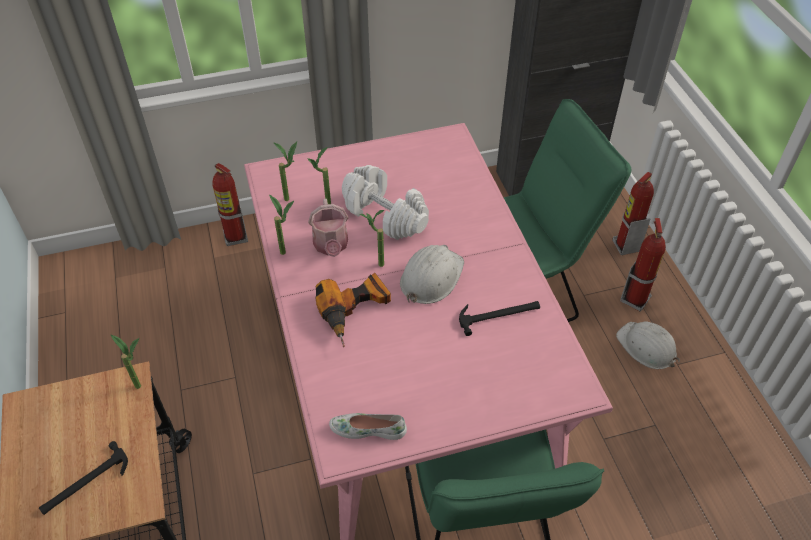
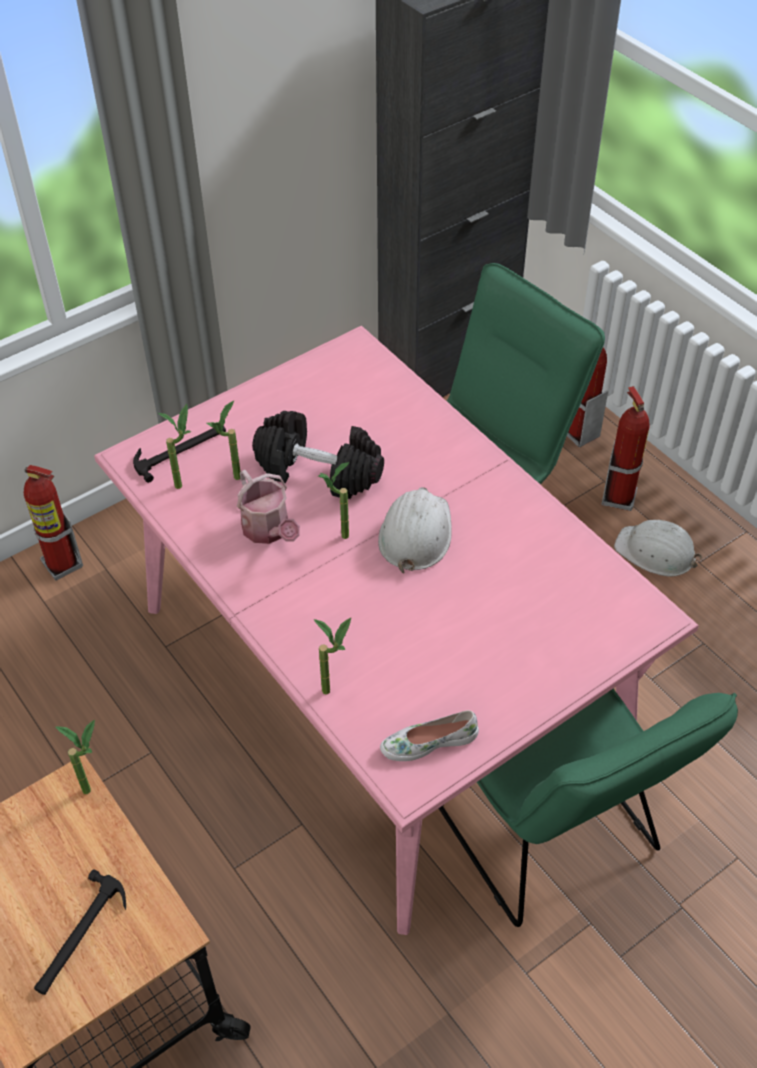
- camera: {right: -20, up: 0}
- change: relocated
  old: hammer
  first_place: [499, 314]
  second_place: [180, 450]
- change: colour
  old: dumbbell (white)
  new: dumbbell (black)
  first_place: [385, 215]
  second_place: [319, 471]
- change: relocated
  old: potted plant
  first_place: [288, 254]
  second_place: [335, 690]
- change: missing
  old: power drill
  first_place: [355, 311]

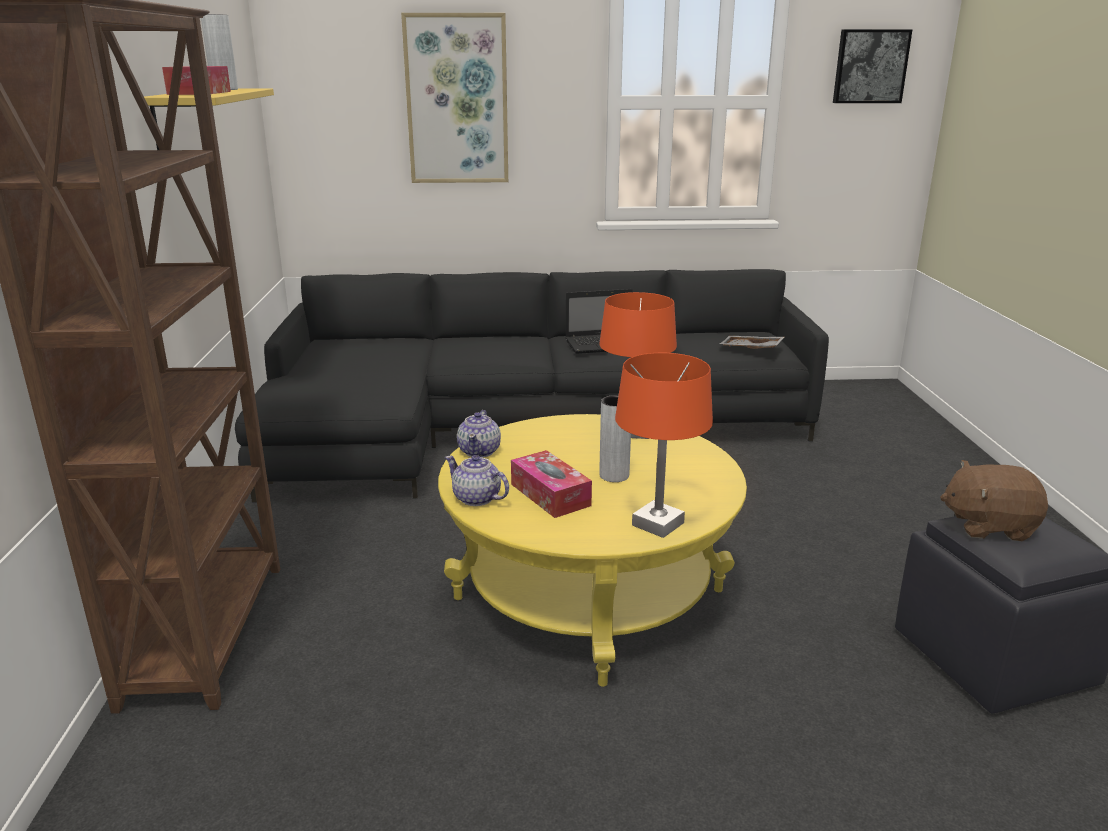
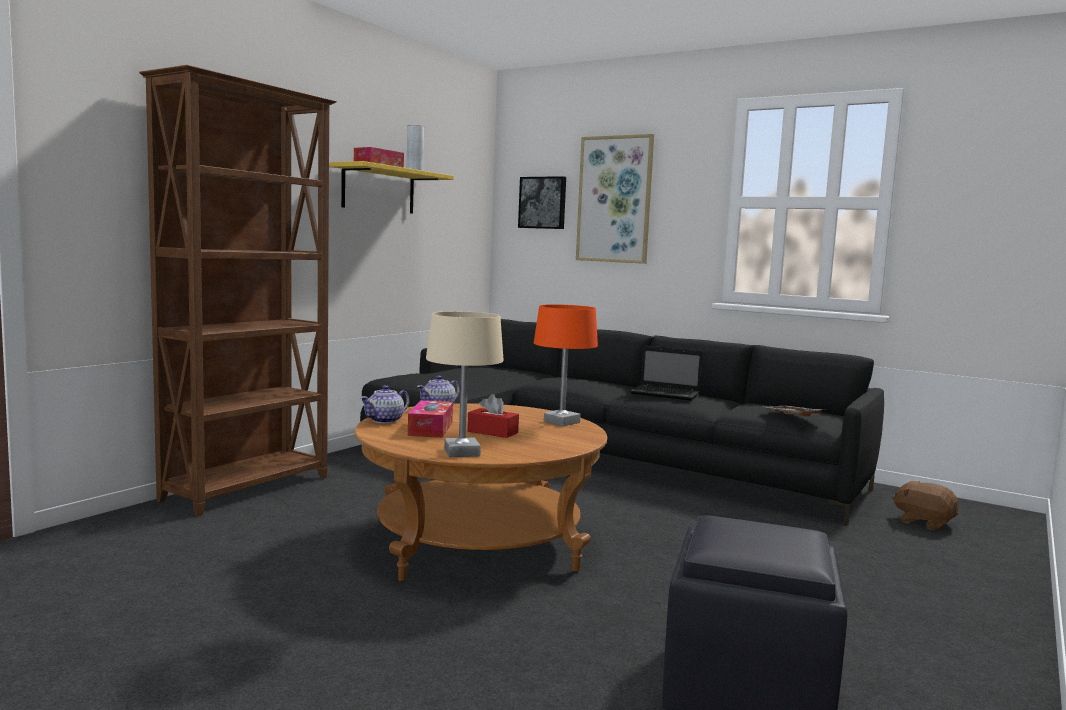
- camera: {right: 35, up: -15}
- change: colour
  old: coffee table (yellow)
  new: coffee table (brown)
  first_place: [589, 594]
  second_place: [479, 542]
- change: spun
  old: teapot
  first_place: [477, 498]
  second_place: [385, 420]
  degrees: -120
- change: colour
  old: table lamp (orange)
  new: table lamp (beige)
  first_place: [657, 524]
  second_place: [461, 452]
- change: exchanged
  old: vase (grey)
  new: tissue box (red)
  first_place: [614, 475]
  second_place: [492, 432]
- change: relocated
  old: picture
  first_place: [870, 66]
  second_place: [543, 203]
- change: relocated
  old: plush toy (brown)
  first_place: [988, 525]
  second_place: [924, 522]

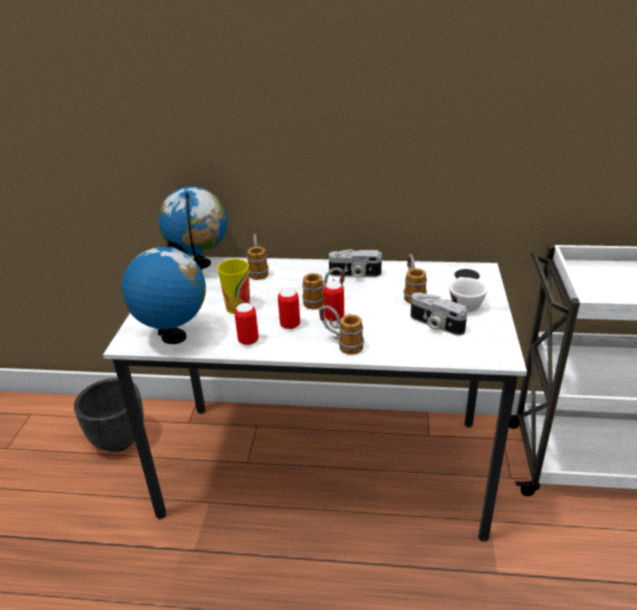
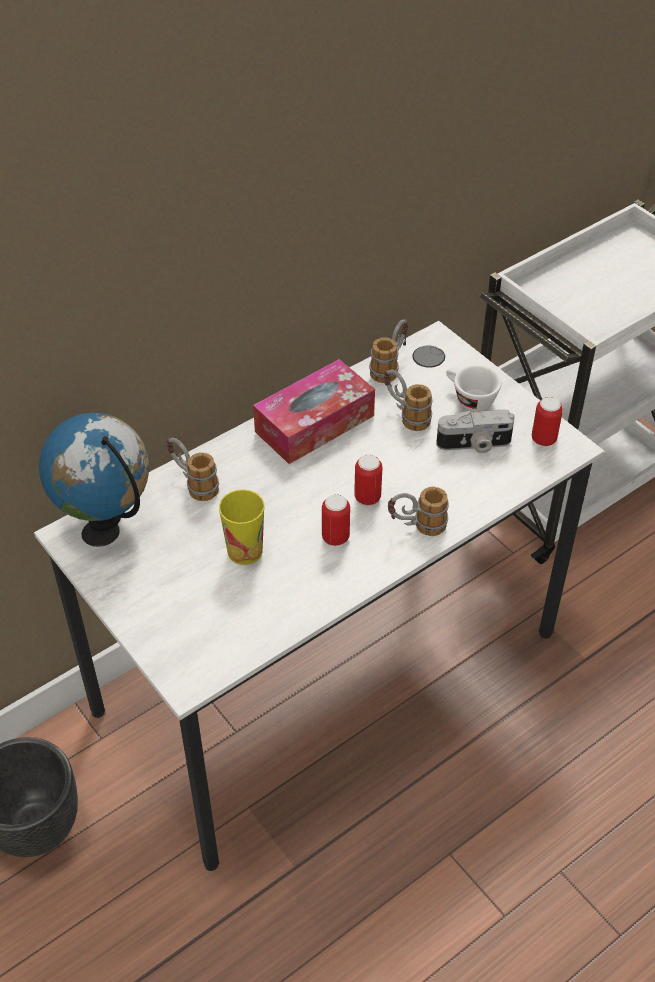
- camera: {right: -45, up: 15}
- change: exchanged
  old: photo camera
  new: tissue box
  first_place: [355, 274]
  second_place: [314, 423]
- change: relocated
  old: mug
  first_place: [324, 302]
  second_place: [390, 366]
- change: relocated
  old: can
  first_place: [248, 341]
  second_place: [543, 439]
- change: missing
  old: globe
  first_place: [173, 337]

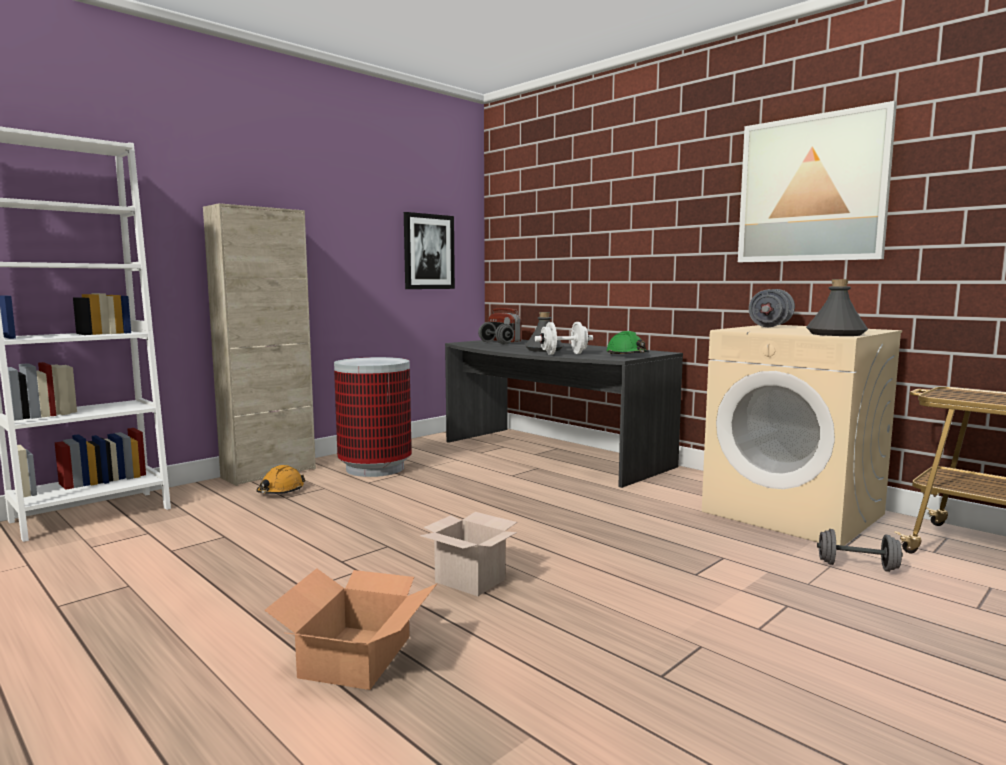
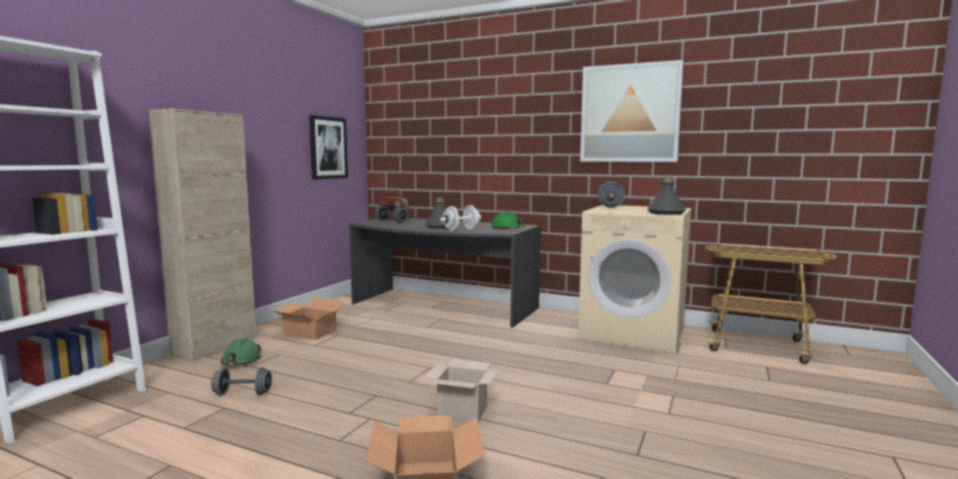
- camera: {right: -20, up: 0}
- change: relocated
  old: dumbbell (grey)
  first_place: [857, 566]
  second_place: [242, 393]
- change: colour
  old: hard hat (orange)
  new: hard hat (green)
  first_place: [280, 491]
  second_place: [241, 361]
- change: exchanged
  old: trash can
  new: cardboard box
  first_place: [375, 468]
  second_place: [310, 332]

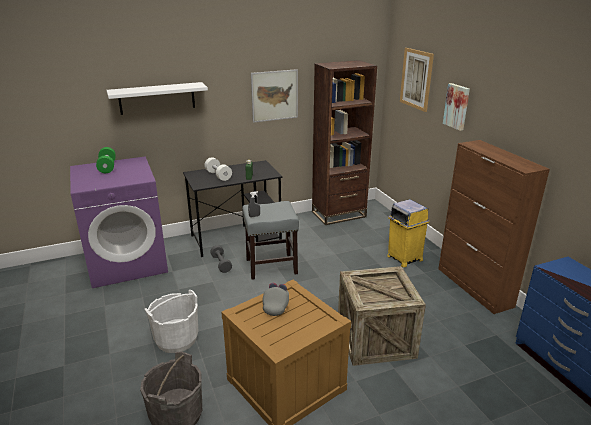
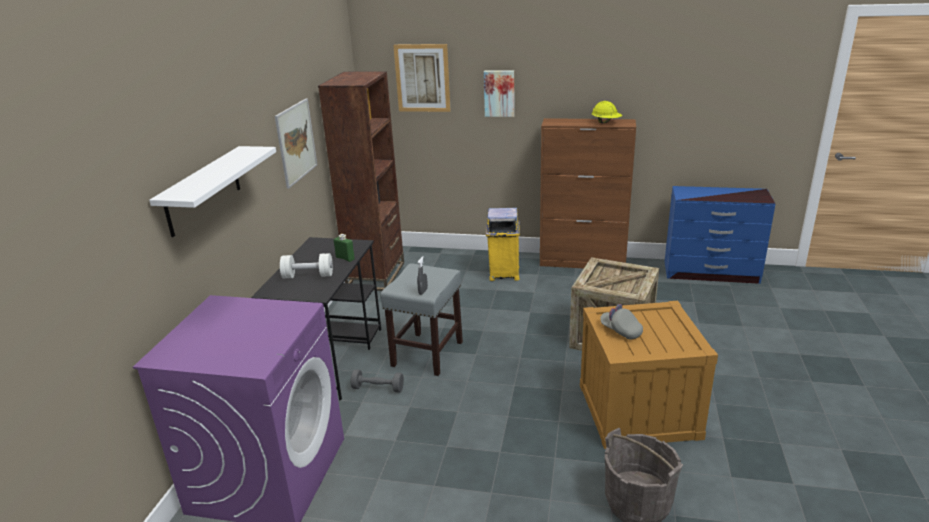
- camera: {right: -55, up: 0}
- change: appeared
  new: hard hat (yellow)
  second_place: [606, 122]
- change: missing
  old: dumbbell (green)
  first_place: [107, 167]
- change: missing
  old: bucket (white)
  first_place: [176, 339]

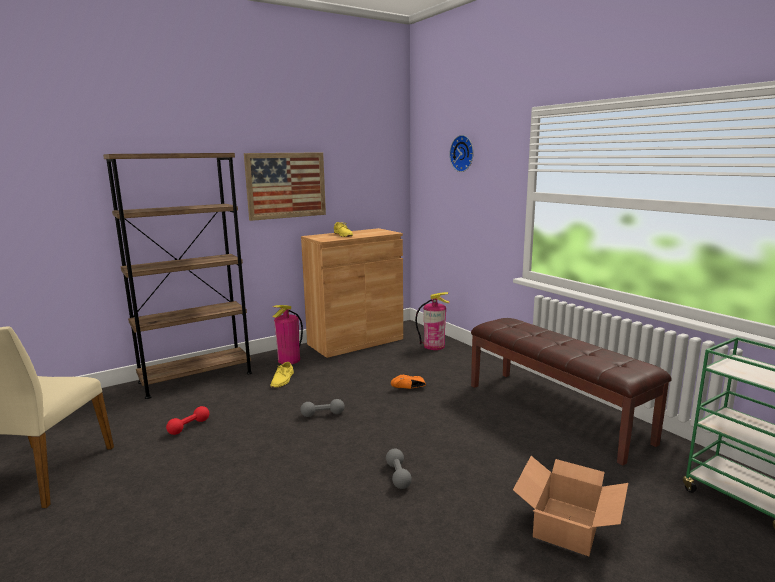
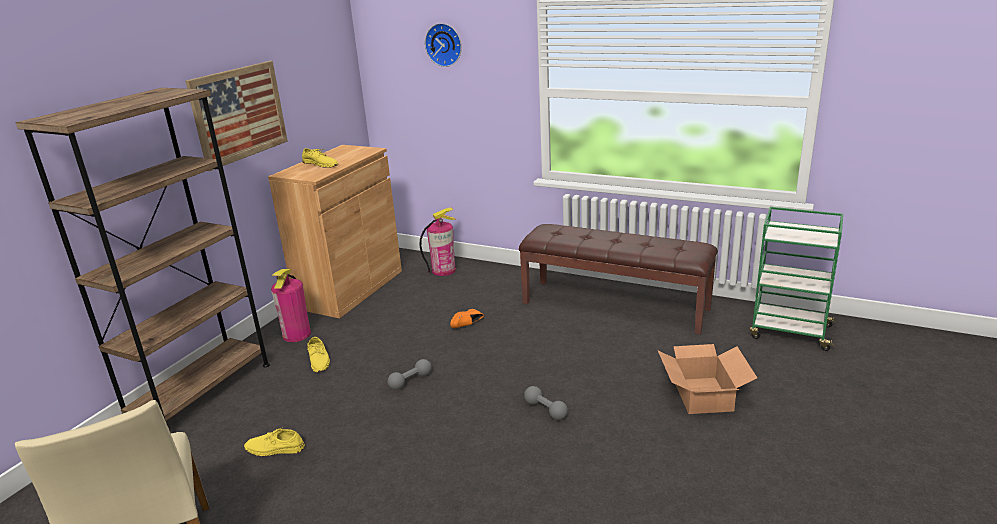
- camera: {right: -30, up: 10}
- change: exchanged
  old: dumbbell (red)
  new: shoe (yellow)
  first_place: [189, 427]
  second_place: [274, 449]

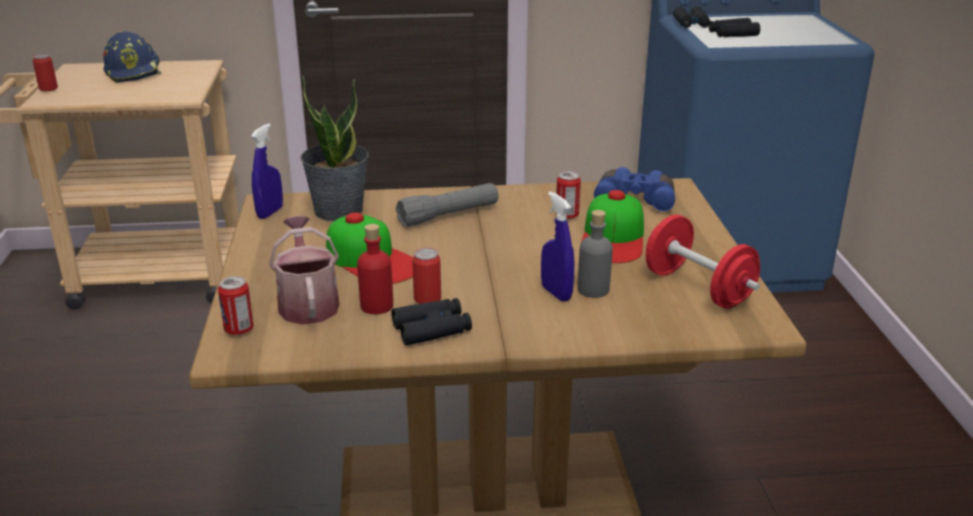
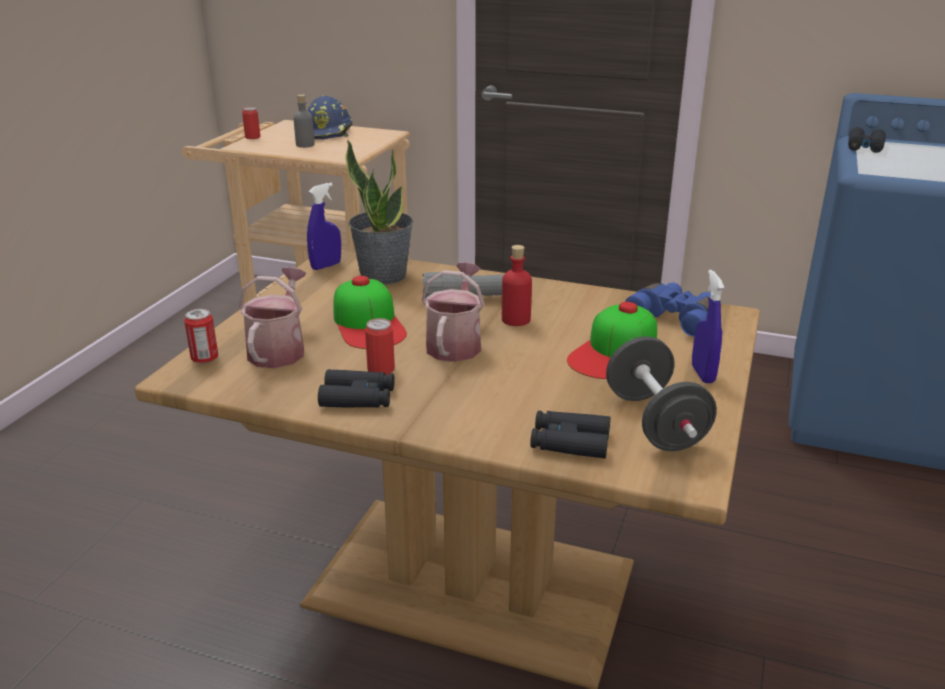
- camera: {right: 25, up: 0}
- change: relocated
  old: bottle (grey)
  first_place: [593, 289]
  second_place: [305, 145]
- change: appeared
  new: watering can
  second_place: [455, 343]
- change: relocated
  old: bottle (red)
  first_place: [376, 306]
  second_place: [516, 319]
- change: relocated
  old: binoculars (black)
  first_place: [732, 34]
  second_place: [569, 442]
- change: colour
  old: dumbbell (red)
  new: dumbbell (black)
  first_place: [698, 288]
  second_place: [655, 422]
- change: relocated
  old: spray bottle (blue)
  first_place: [556, 293]
  second_place: [703, 374]
- change: missing
  old: can
  first_place: [567, 216]

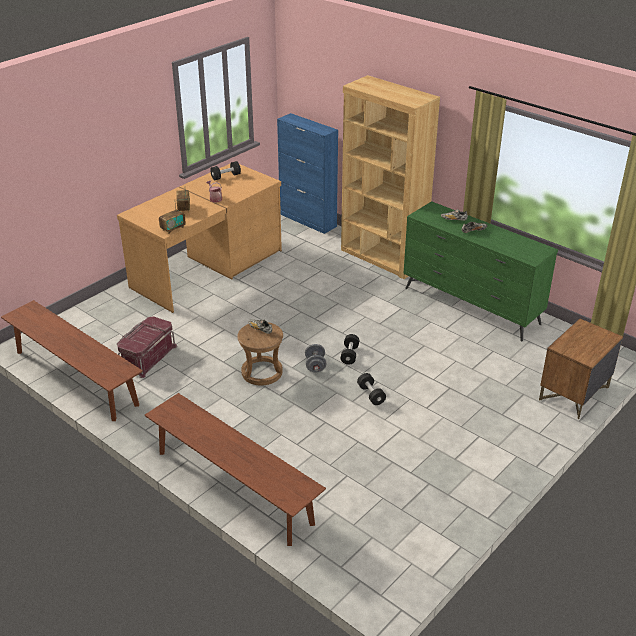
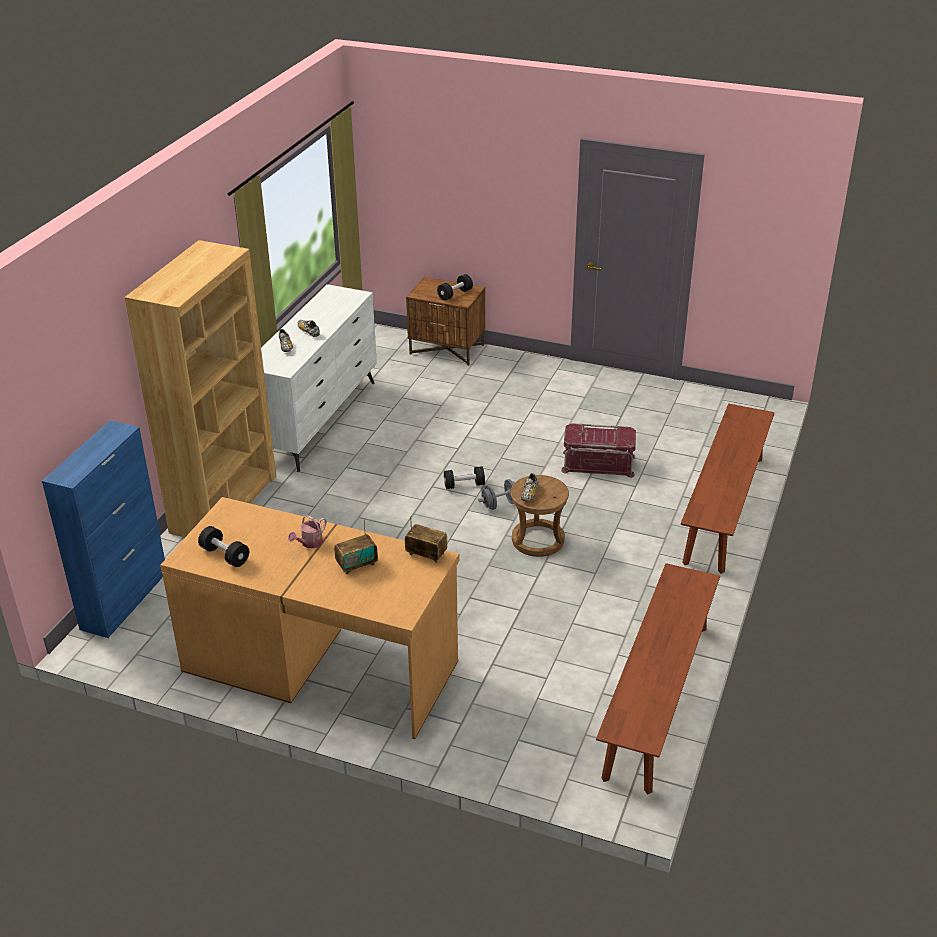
- camera: {right: -110, up: 0}
- change: colour
  old: dresser (green)
  new: dresser (white)
  first_place: [471, 306]
  second_place: [319, 420]
- change: relocated
  old: dumbbell (black)
  first_place: [371, 395]
  second_place: [455, 294]
- change: relocated
  old: storage box (red)
  first_place: [147, 356]
  second_place: [598, 464]

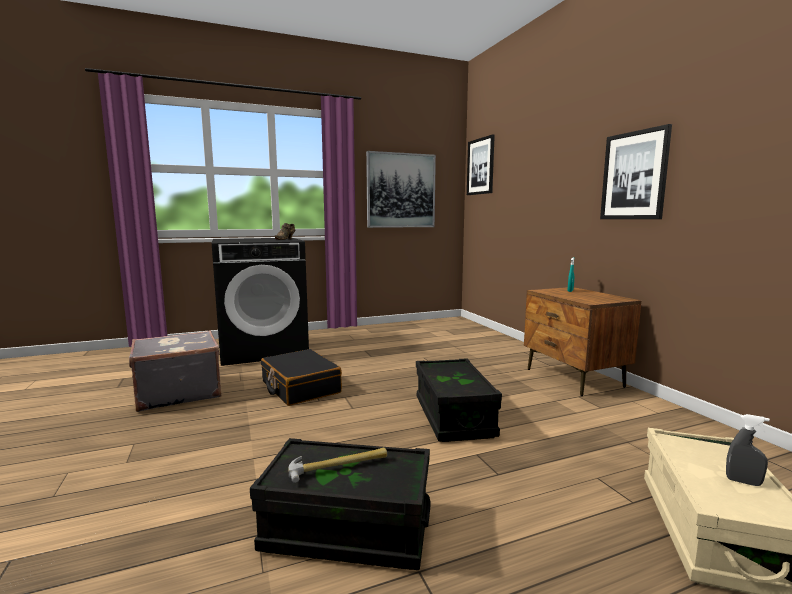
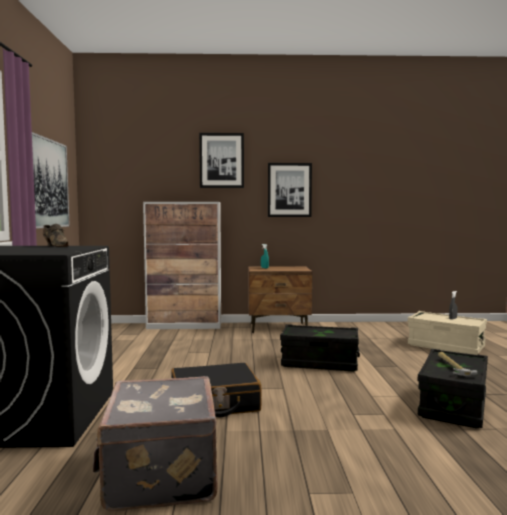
- camera: {right: -70, up: -5}
- change: appeared
  new: cabinet
  second_place: [185, 326]
- change: relocated
  old: picture
  first_place: [480, 166]
  second_place: [221, 160]

